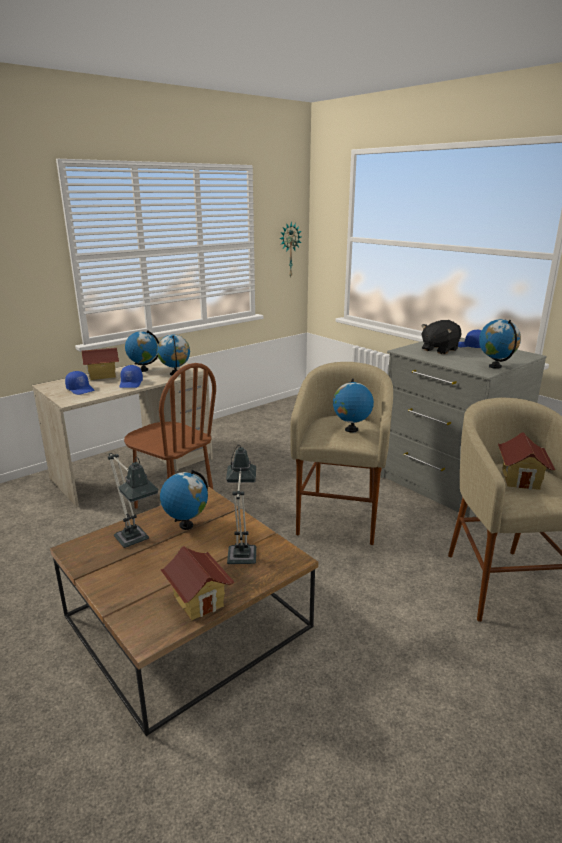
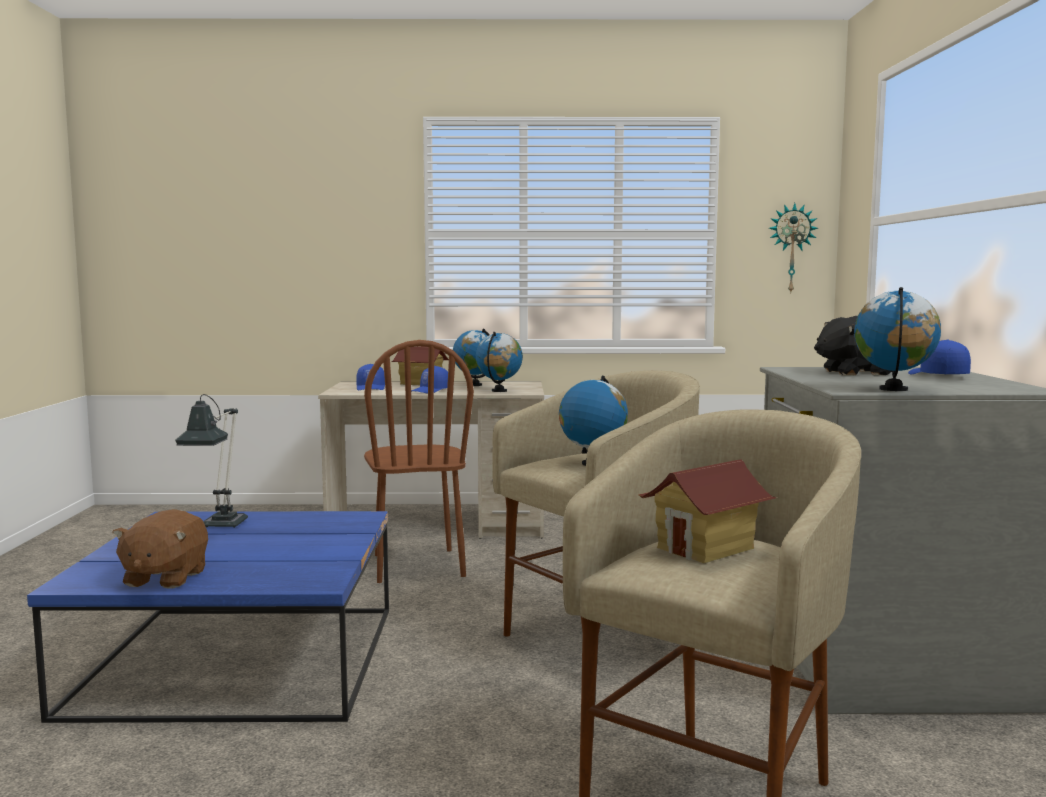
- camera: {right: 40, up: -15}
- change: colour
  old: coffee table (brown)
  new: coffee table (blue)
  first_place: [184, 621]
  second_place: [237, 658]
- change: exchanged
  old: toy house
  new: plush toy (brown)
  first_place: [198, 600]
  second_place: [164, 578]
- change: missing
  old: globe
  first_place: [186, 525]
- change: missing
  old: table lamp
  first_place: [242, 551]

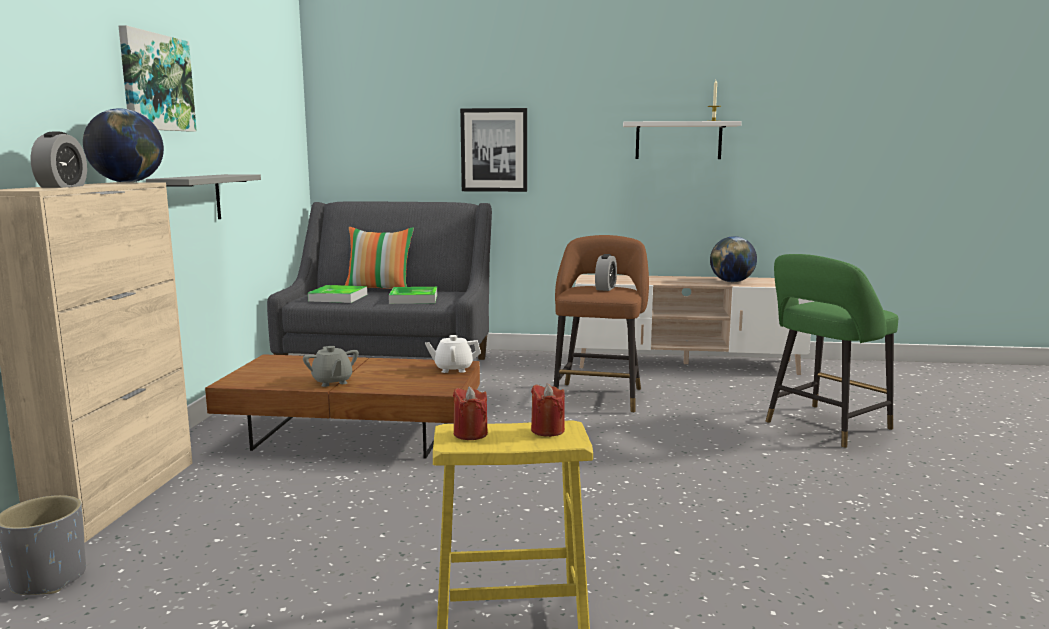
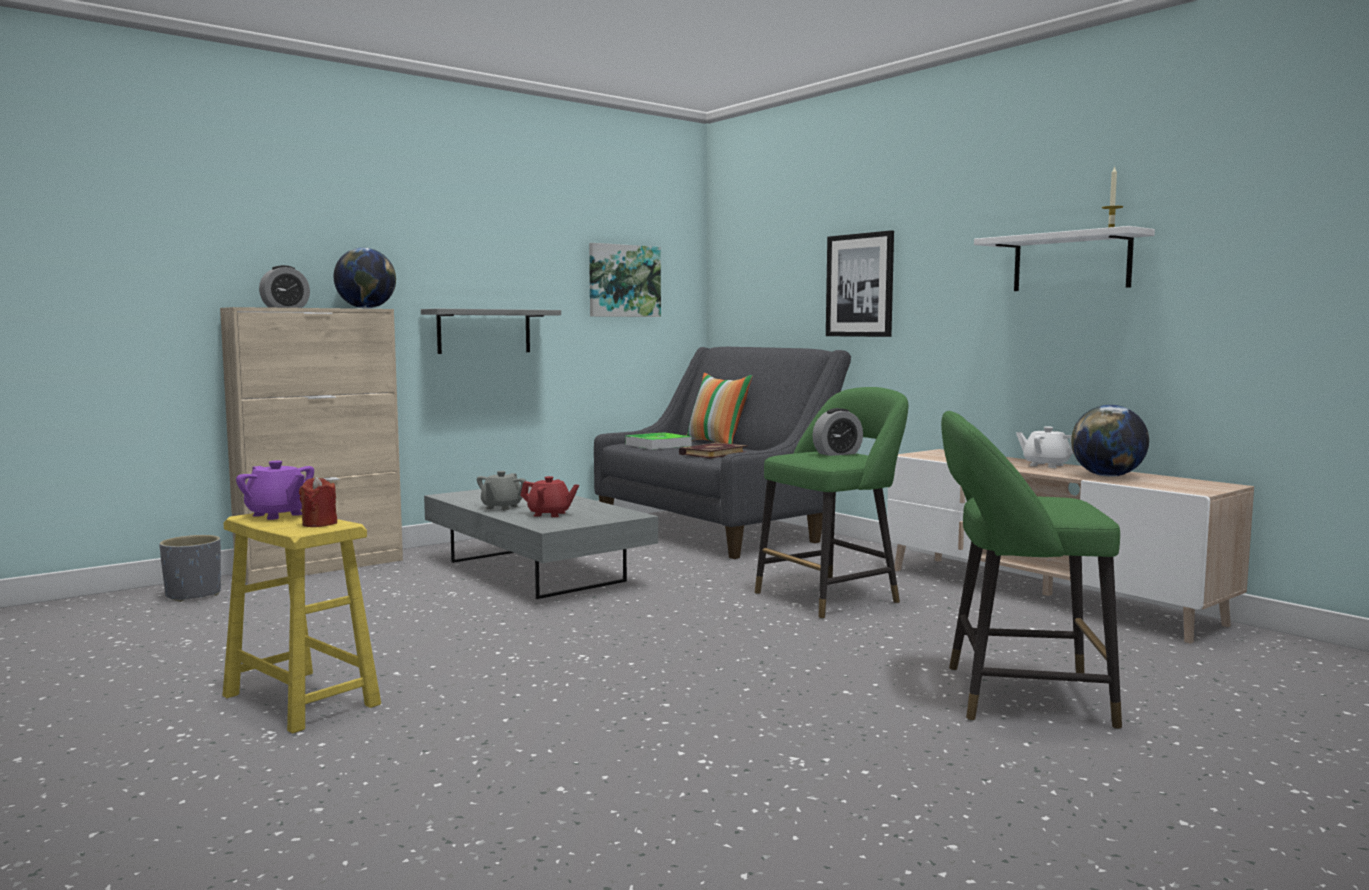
- camera: {right: 45, up: -5}
- change: exchanged
  old: candle (red)
  new: teapot (purple)
  first_place: [470, 434]
  second_place: [278, 515]
- change: colour
  old: coffee table (brown)
  new: coffee table (grey)
  first_place: [354, 436]
  second_place: [536, 571]
- change: appeared
  new: teapot (red)
  second_place: [549, 514]
- change: relocated
  old: picture
  first_place: [156, 82]
  second_place: [623, 281]
- change: exchanged
  old: tray
  new: book
  first_place: [413, 299]
  second_place: [712, 453]
- change: colour
  old: stool (brown)
  new: stool (green)
  first_place: [598, 396]
  second_place: [832, 597]
- change: relocated
  old: teapot (white)
  first_place: [453, 369]
  second_place: [1046, 465]

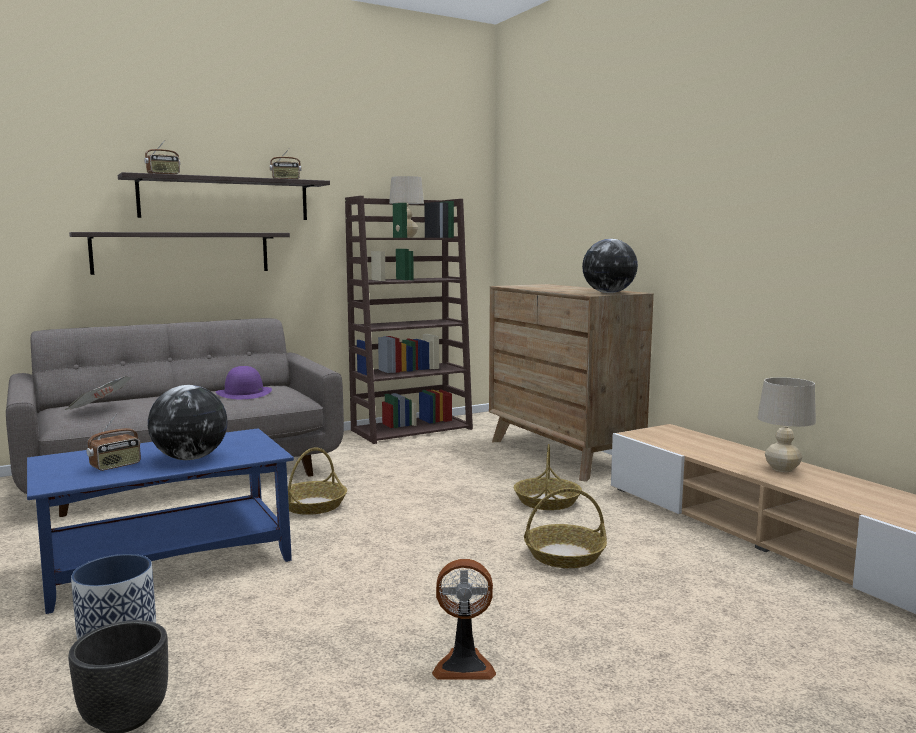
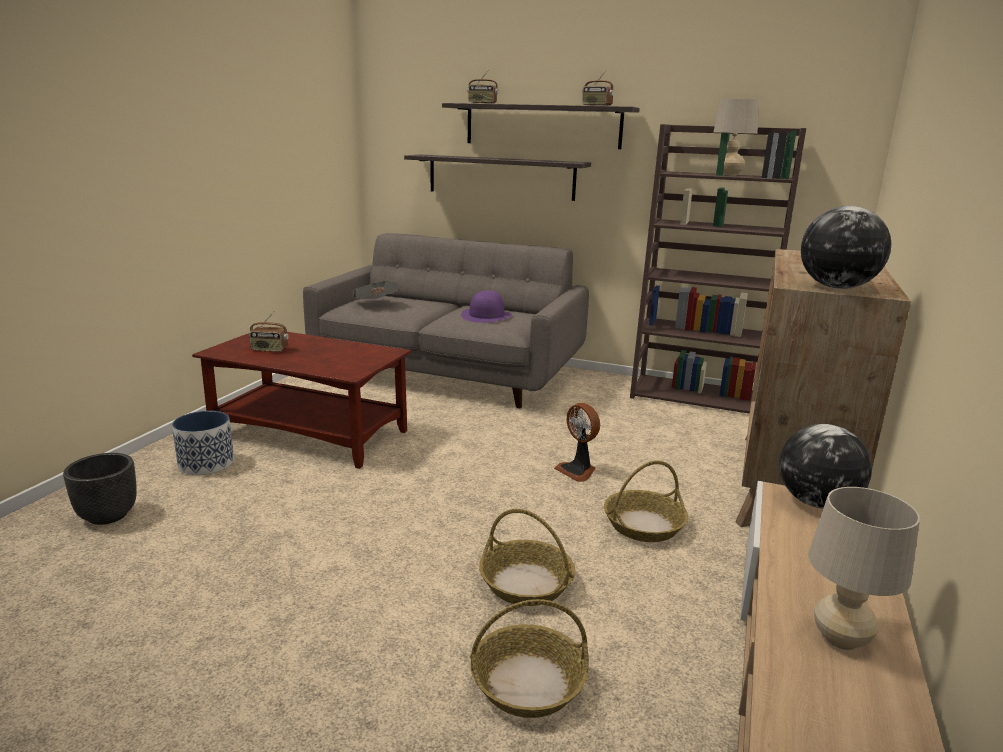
- camera: {right: 50, up: 10}
- change: colour
  old: coffee table (blue)
  new: coffee table (brown)
  first_place: [169, 561]
  second_place: [311, 433]
- change: relocated
  old: basket
  first_place: [313, 505]
  second_place: [528, 682]
- change: relocated
  old: fan
  first_place: [464, 665]
  second_place: [578, 470]
- change: relocated
  old: globe
  first_place: [190, 458]
  second_place: [816, 503]

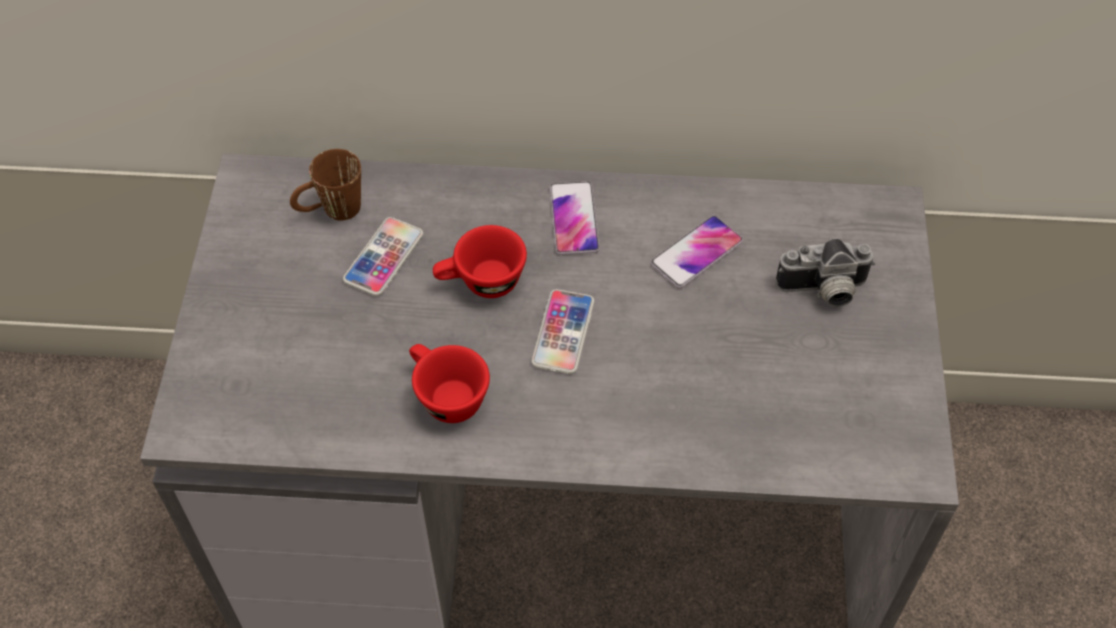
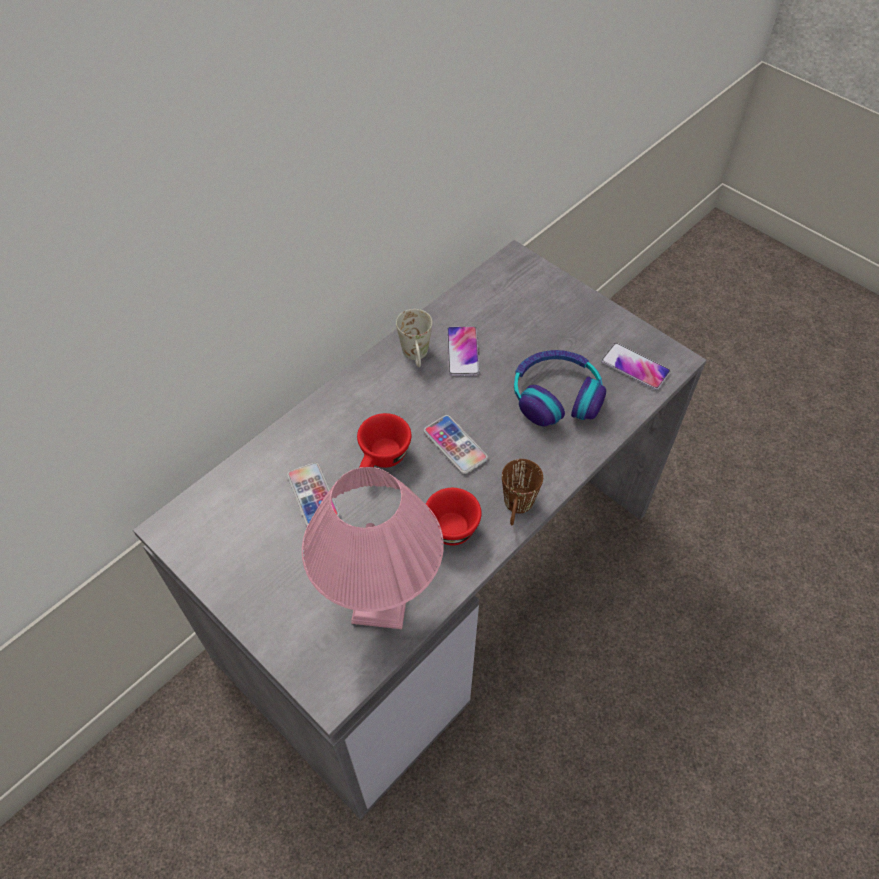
- camera: {right: -50, up: 0}
- change: appeared
  new: table lamp (pink)
  second_place: [382, 602]
- change: appeared
  new: mug (white)
  second_place: [416, 357]
- change: relocated
  old: mug (brown)
  first_place: [331, 211]
  second_place: [517, 509]
- change: appeared
  new: headphones
  second_place: [556, 395]
- change: relocated
  old: phone
  first_place: [574, 219]
  second_place: [635, 367]
- change: missing
  old: photo camera
  first_place: [823, 292]

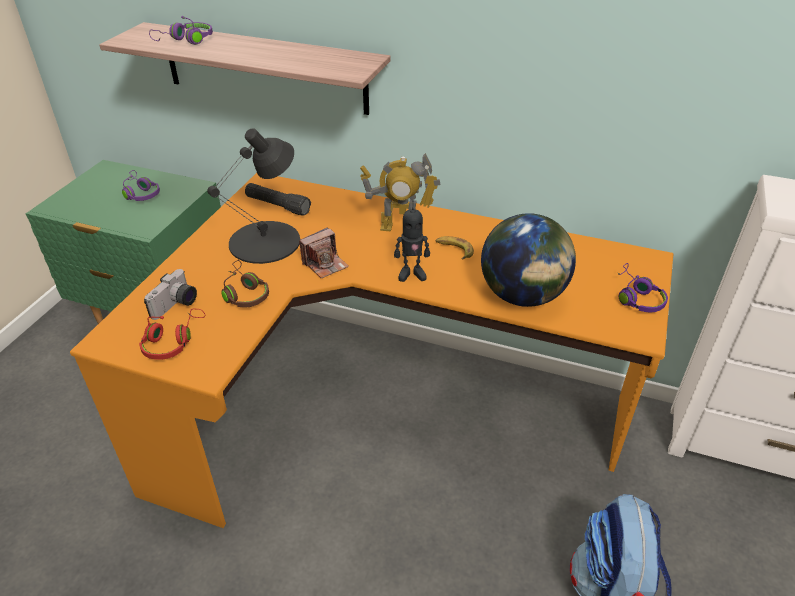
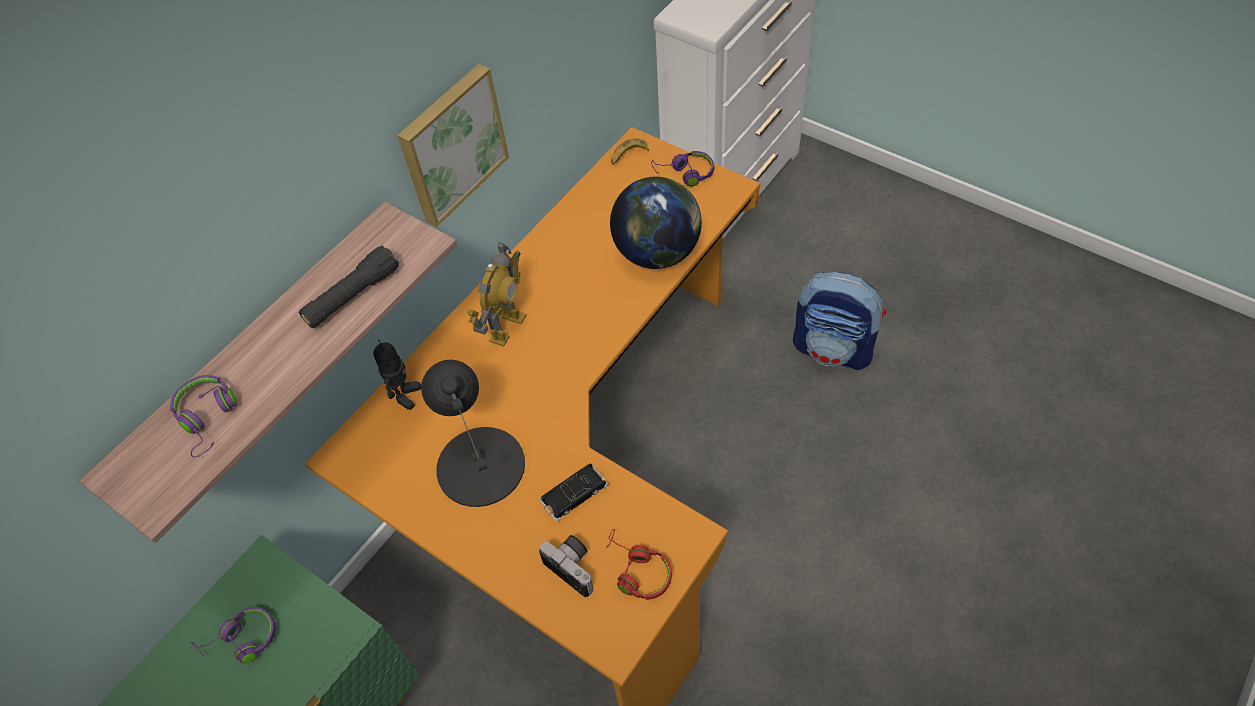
- camera: {right: -70, up: 15}
- change: relocated
  old: flashlight (black)
  first_place: [278, 206]
  second_place: [353, 296]
- change: relocated
  old: toy robot
  first_place: [411, 274]
  second_place: [405, 395]
- change: appeared
  new: picture
  second_place: [451, 144]
- change: exchanged
  old: headphones (brown)
  new: toy car (black)
  first_place: [244, 293]
  second_place: [574, 494]
- change: relocated
  old: banana
  first_place: [454, 250]
  second_place: [628, 155]
- change: missing
  old: photo camera
  first_place: [325, 264]

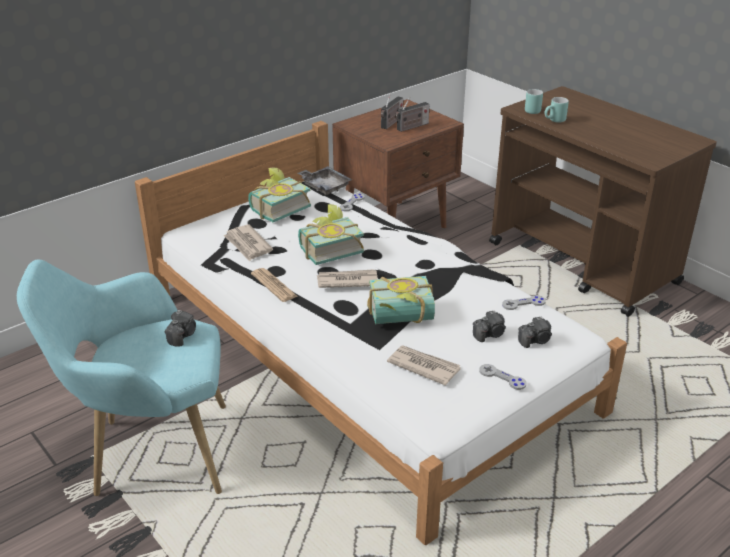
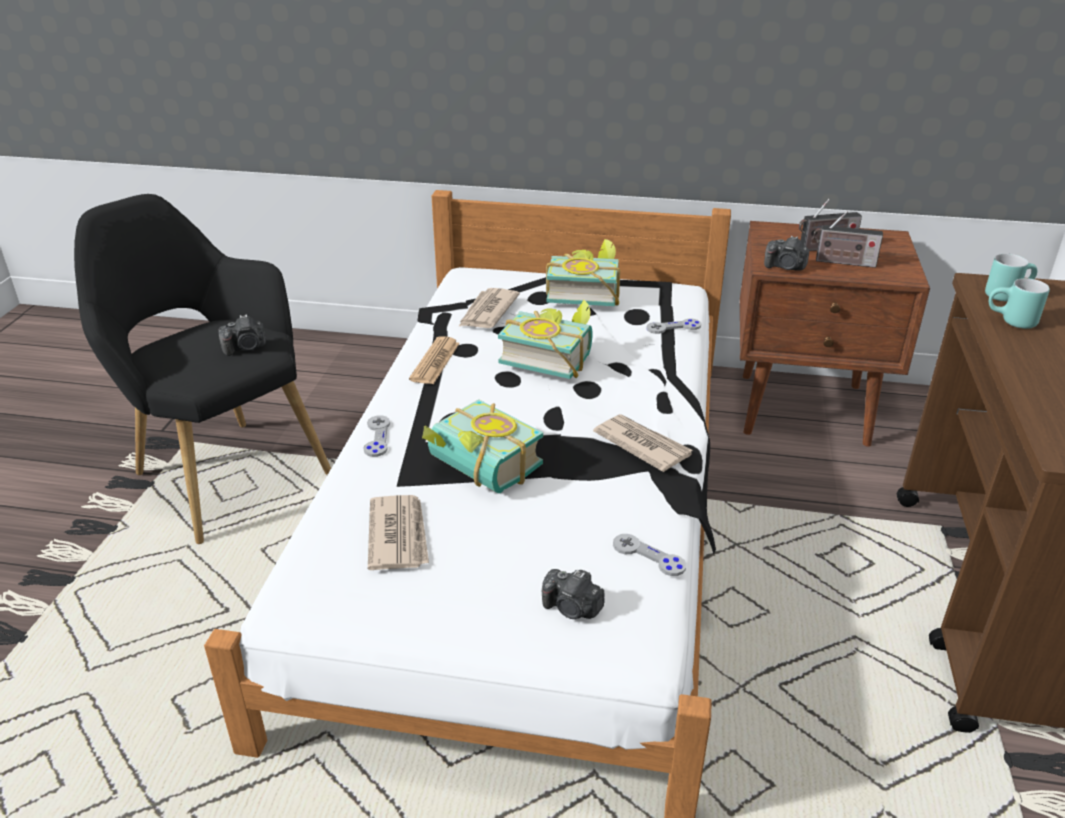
- camera: {right: 50, up: 0}
- change: colour
  old: armchair (turquoise)
  new: armchair (black)
  first_place: [151, 453]
  second_place: [222, 471]
- change: relocated
  old: game controller (grey)
  first_place: [502, 378]
  second_place: [377, 437]
- change: relocated
  old: newspaper
  first_place: [347, 281]
  second_place: [642, 445]
- change: relocated
  old: photo camera
  first_place: [490, 334]
  second_place: [785, 267]
- change: missing
  old: tray (grey)
  first_place: [324, 186]

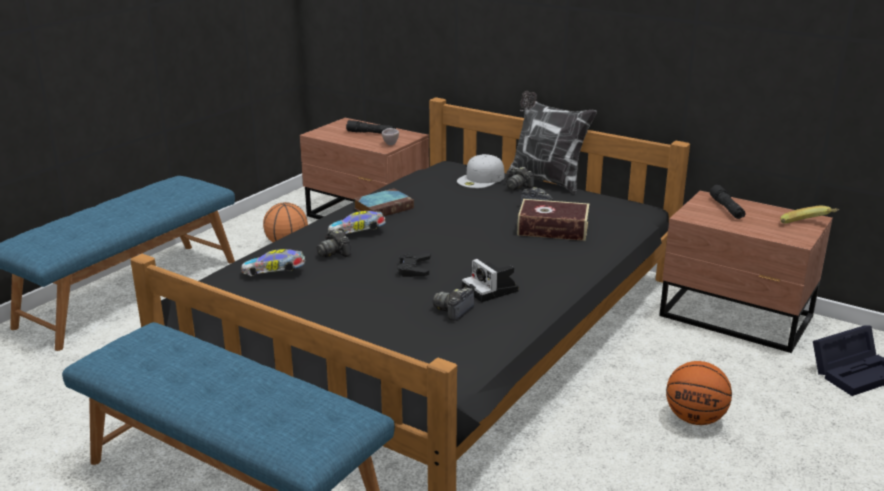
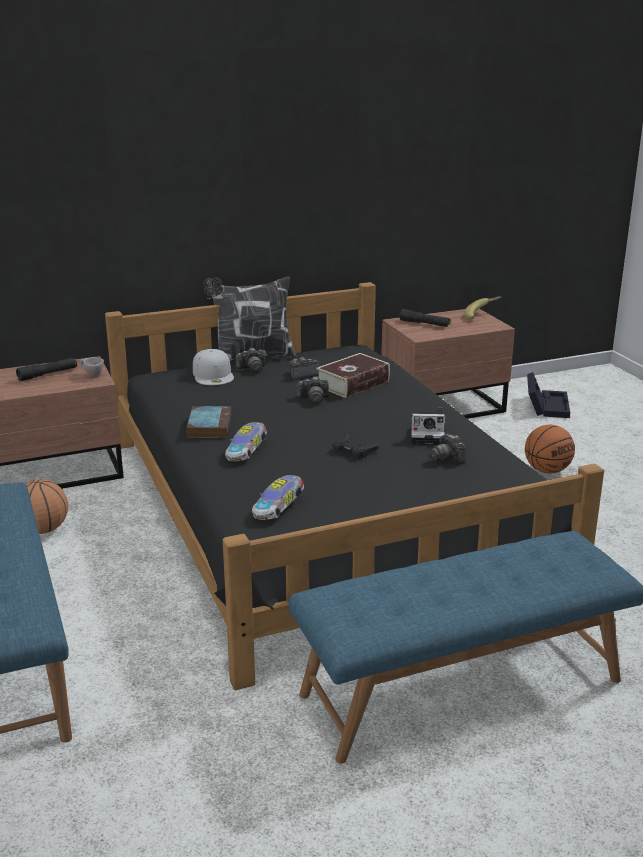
- camera: {right: -55, up: 0}
- change: relocated
  old: photo camera
  first_place: [334, 253]
  second_place: [313, 399]

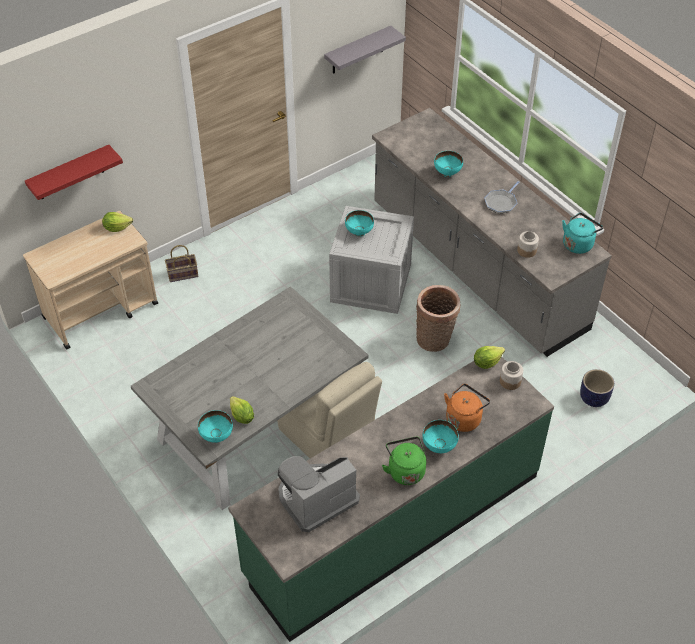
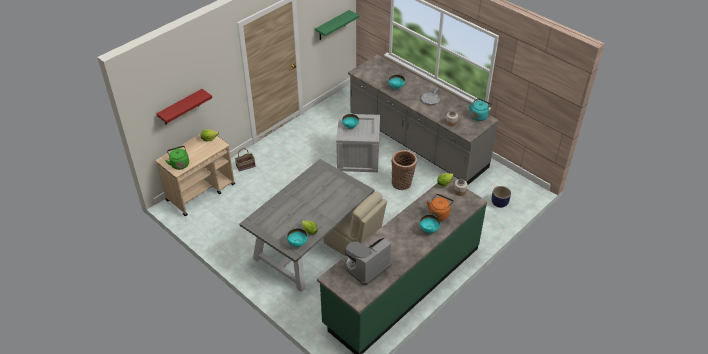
- camera: {right: -10, up: -5}
- change: relocated
  old: kettle (green)
  first_place: [405, 470]
  second_place: [179, 164]
- change: colour
  old: shelf (grey)
  new: shelf (green)
  first_place: [357, 50]
  second_place: [332, 25]

